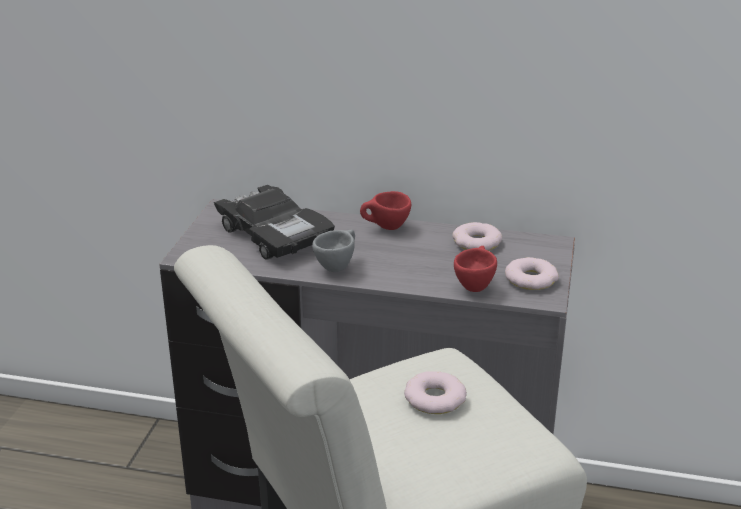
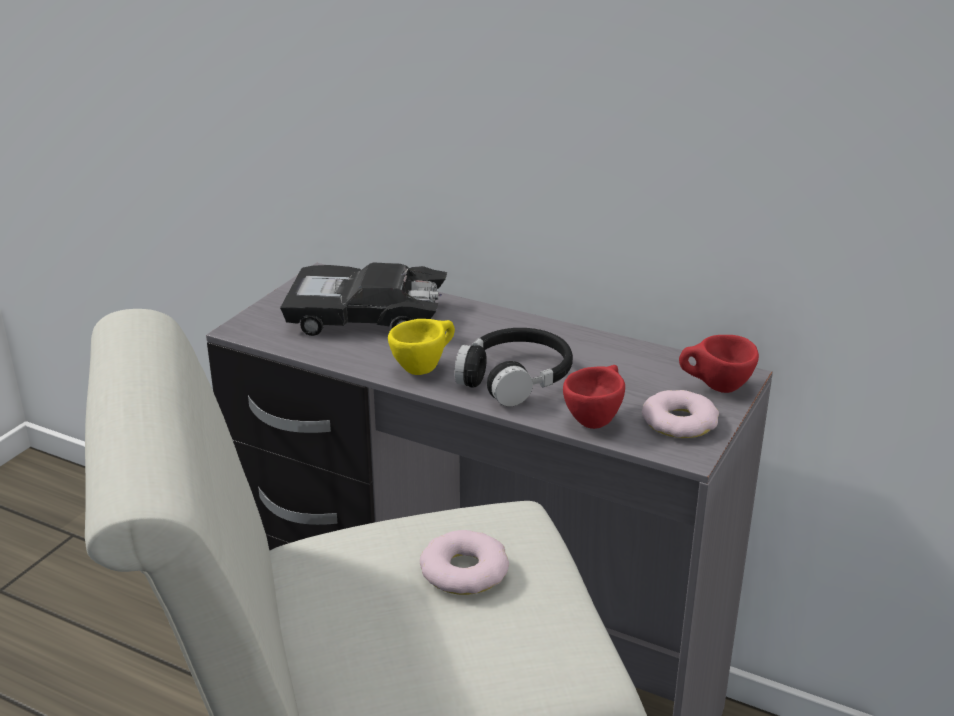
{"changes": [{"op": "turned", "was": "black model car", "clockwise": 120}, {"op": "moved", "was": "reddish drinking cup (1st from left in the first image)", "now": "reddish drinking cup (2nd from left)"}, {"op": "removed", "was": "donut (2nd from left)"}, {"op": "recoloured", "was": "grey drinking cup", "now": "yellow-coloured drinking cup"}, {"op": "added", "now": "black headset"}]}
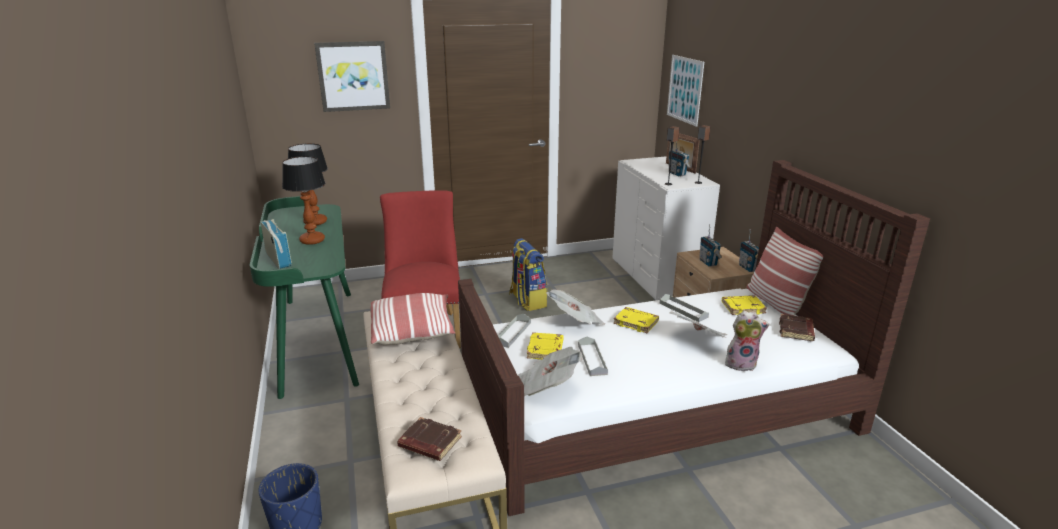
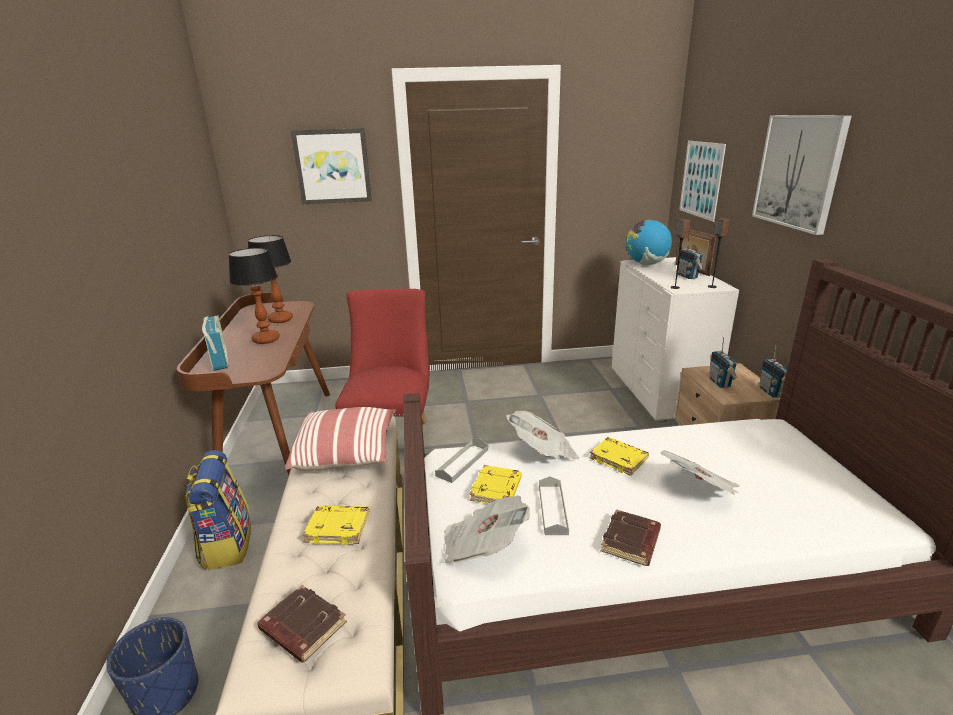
{"changes": [{"op": "recoloured", "was": "green desk", "now": "brown desk"}, {"op": "removed", "was": "throw pillow (2nd from left)"}, {"op": "moved", "was": "knapsack"}, {"op": "removed", "was": "grey tray (3rd from left)"}, {"op": "moved", "was": "yellow-coloured volume (3rd from left in the first image)", "now": "yellow-coloured volume (1st from left)"}, {"op": "removed", "was": "plush toy"}, {"op": "moved", "was": "brown volume (2nd from left)"}, {"op": "added", "now": "wall art (3rd from left)"}, {"op": "added", "now": "globe"}]}
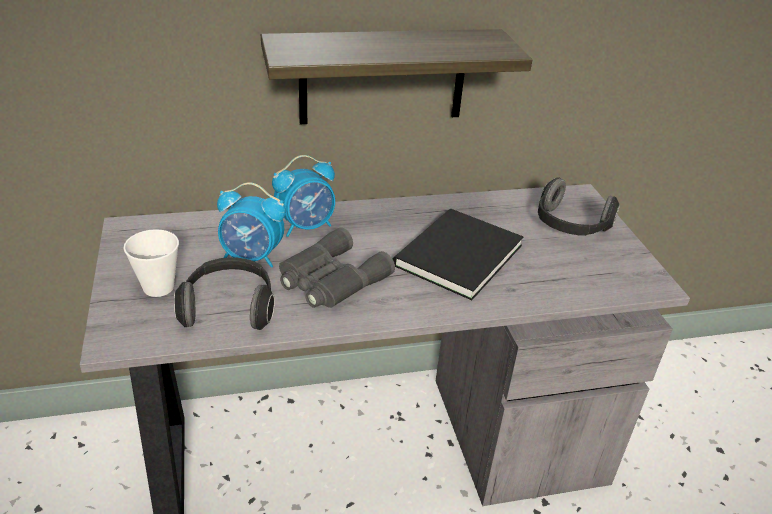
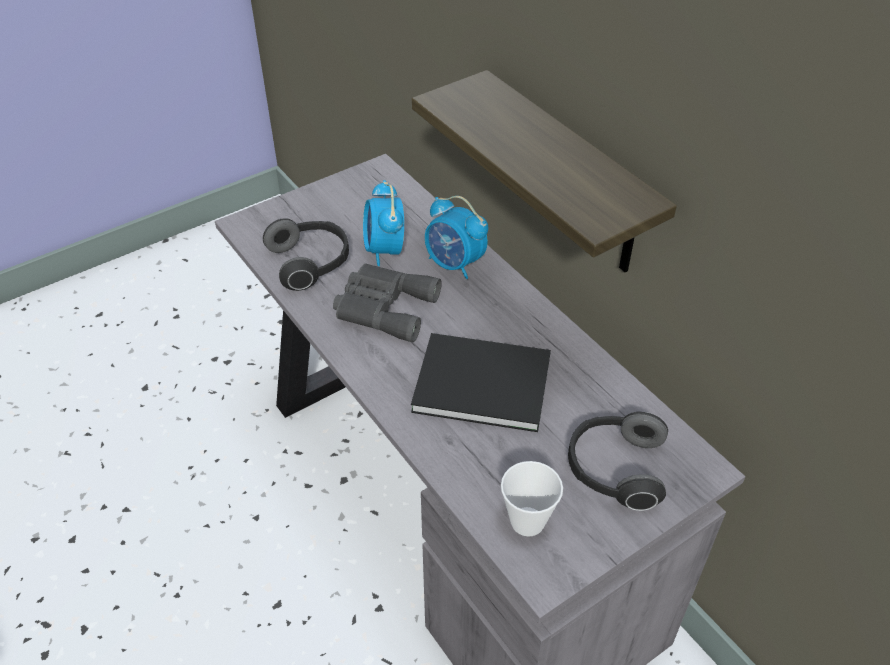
{"changes": [{"op": "moved", "was": "drinking cup"}]}
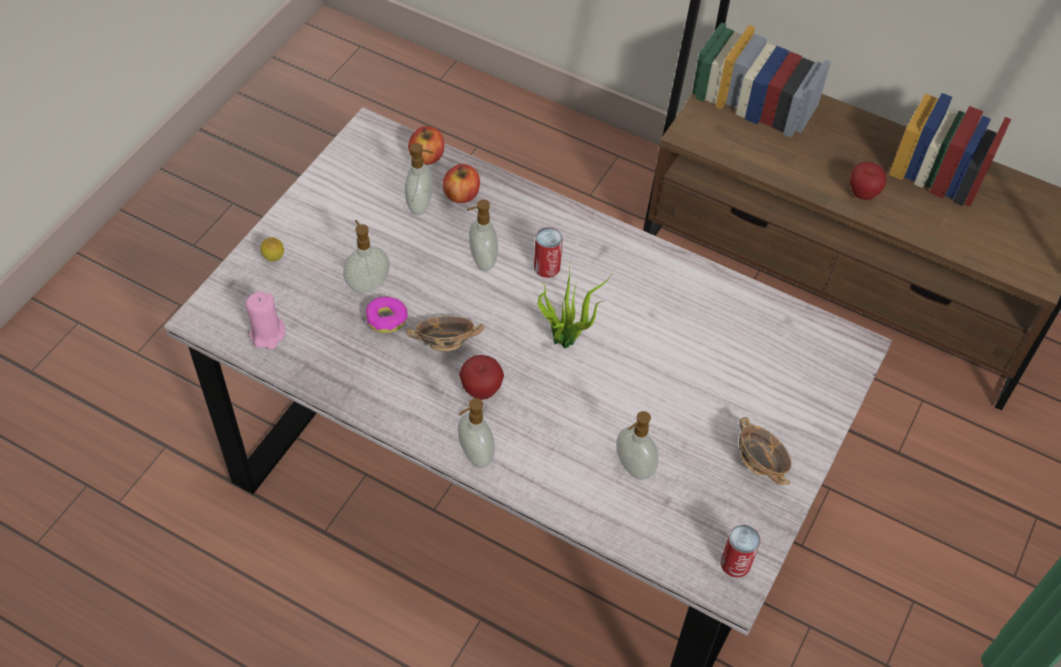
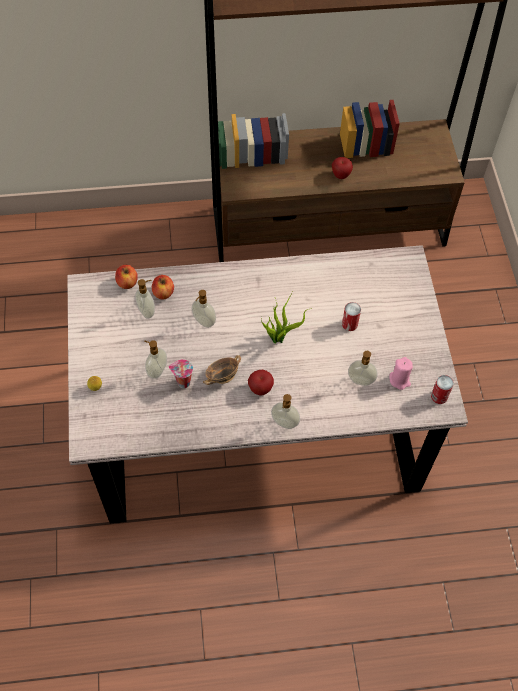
{"changes": [{"op": "moved", "was": "metal can (1st from left)"}, {"op": "moved", "was": "pink wax light"}, {"op": "replaced", "was": "donut", "now": "drinking cup"}, {"op": "removed", "was": "bowl (2nd from left)"}]}
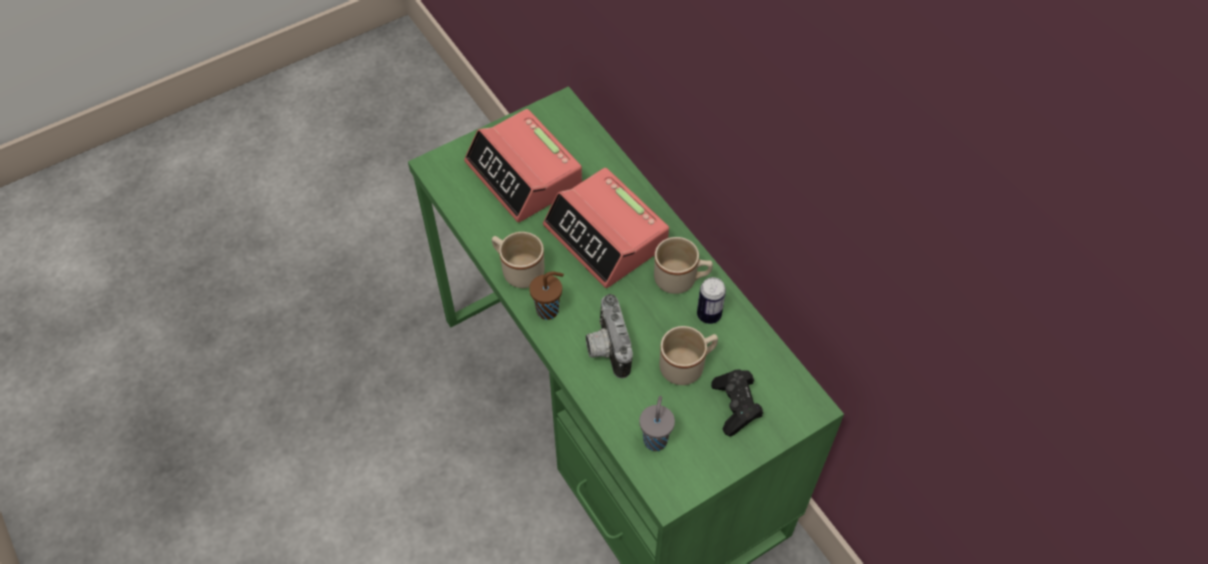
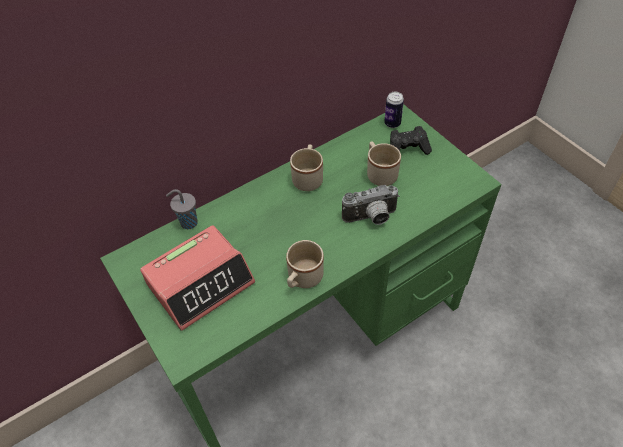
{"changes": [{"op": "removed", "was": "alarm clock (2nd from left)"}, {"op": "removed", "was": "brown drinking cup"}, {"op": "moved", "was": "metal can"}, {"op": "moved", "was": "grey drinking cup"}]}
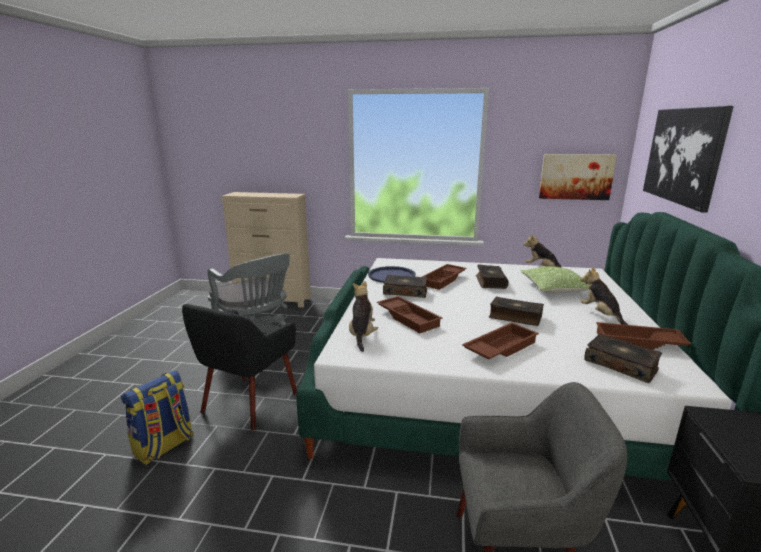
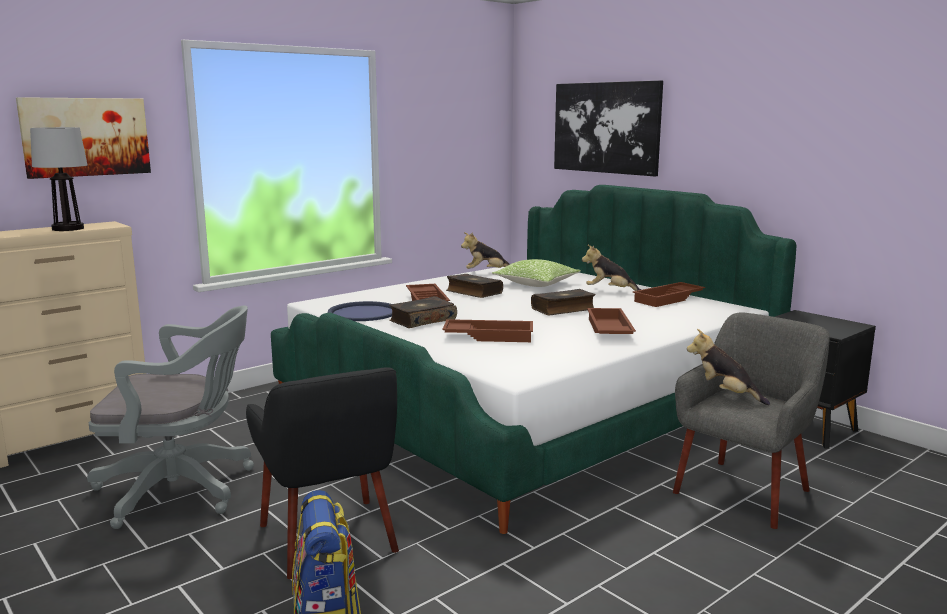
{"changes": [{"op": "moved", "was": "wall art (1st from left)"}, {"op": "moved", "was": "plush toy (1st from left in the first image)", "now": "plush toy (3rd from left)"}, {"op": "removed", "was": "volume (4th from left)"}, {"op": "added", "now": "table lamp"}]}
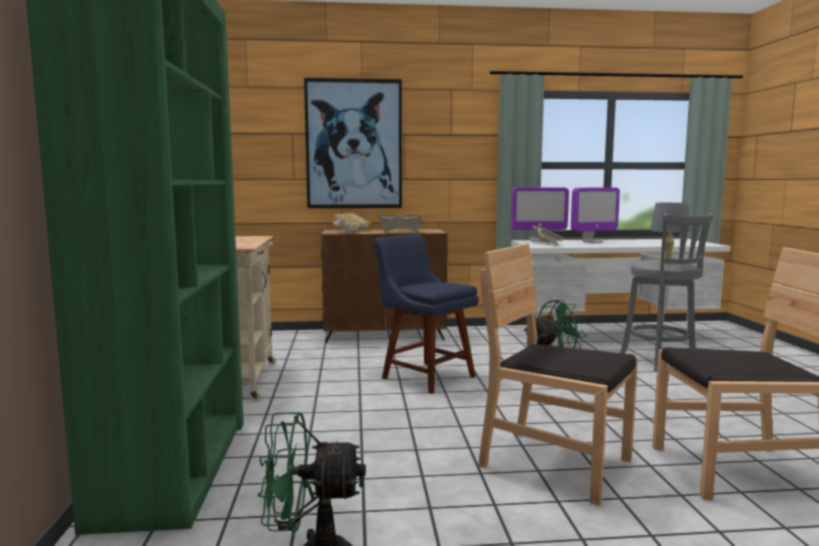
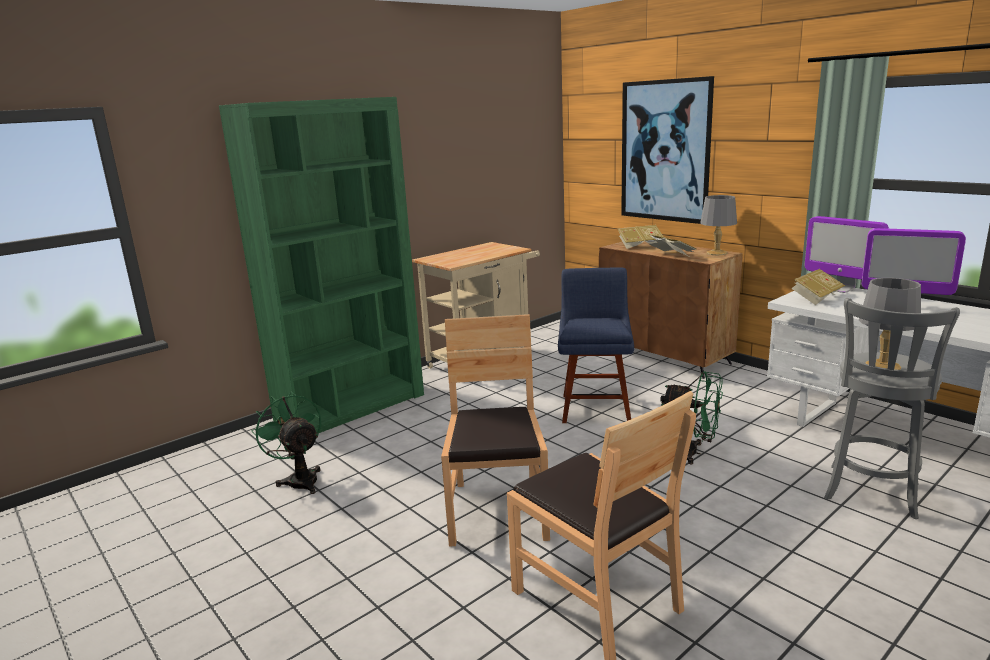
{"changes": [{"op": "added", "now": "grey table lamp (1st from left)"}]}
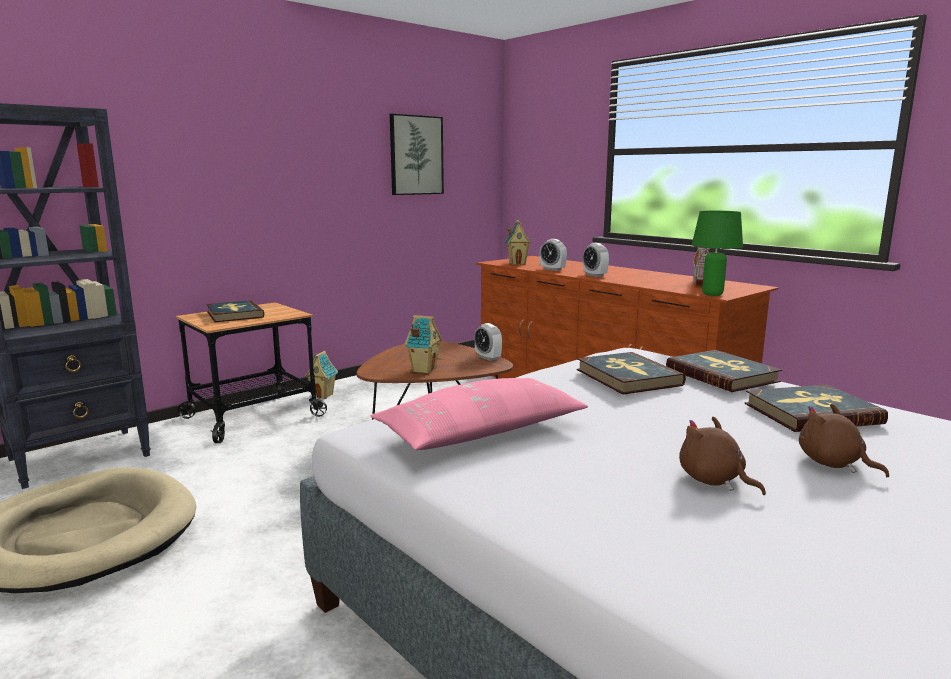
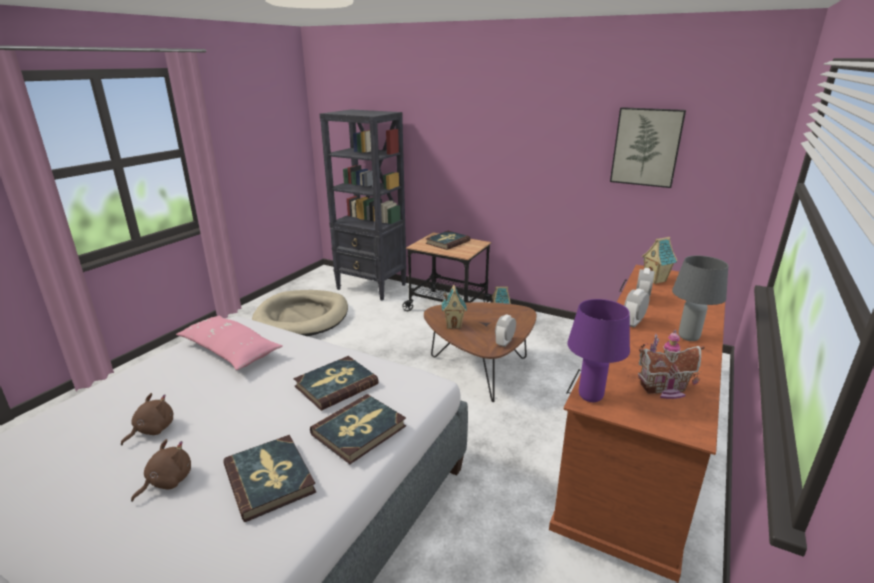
{"changes": [{"op": "recoloured", "was": "green table lamp", "now": "purplish table lamp"}, {"op": "added", "now": "grey table lamp"}]}
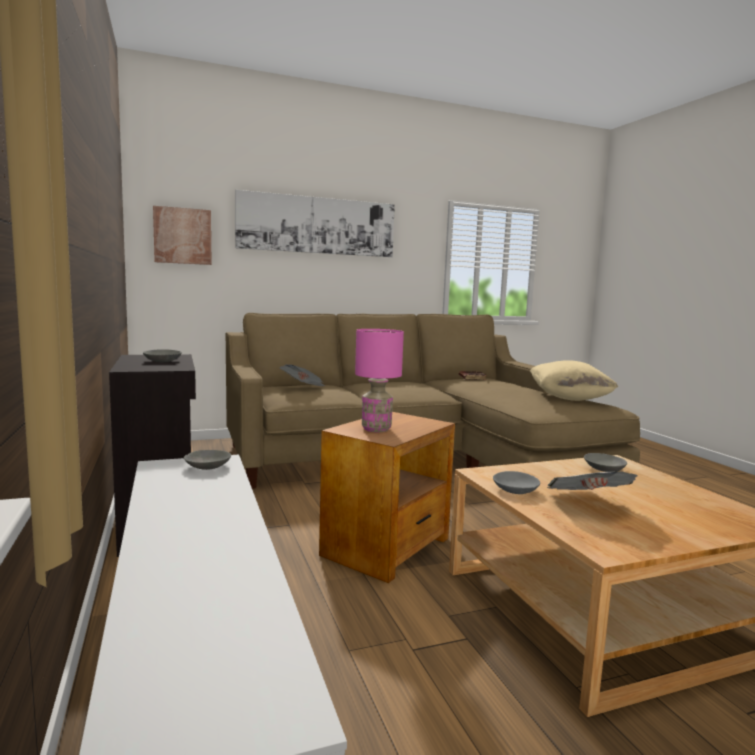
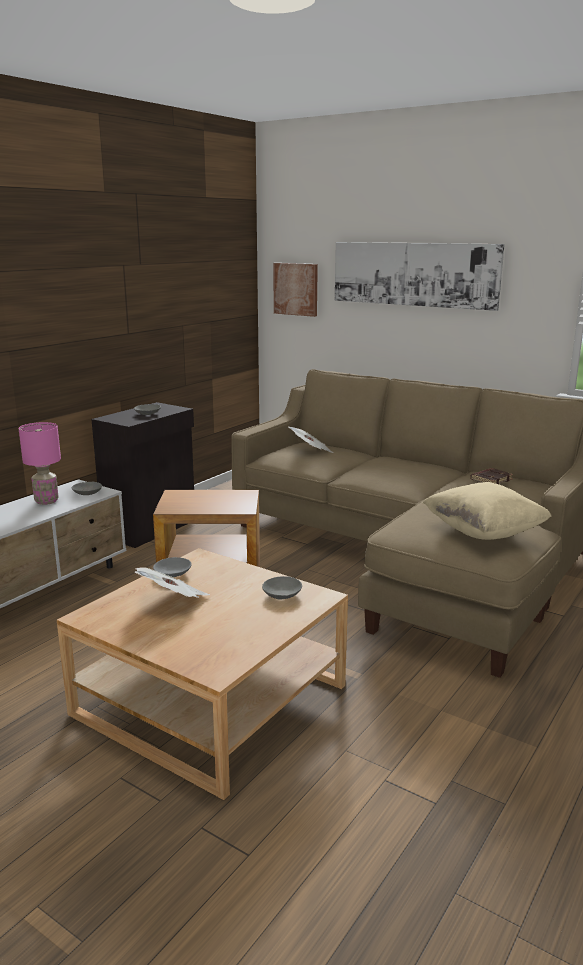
{"changes": [{"op": "moved", "was": "pink table lamp"}]}
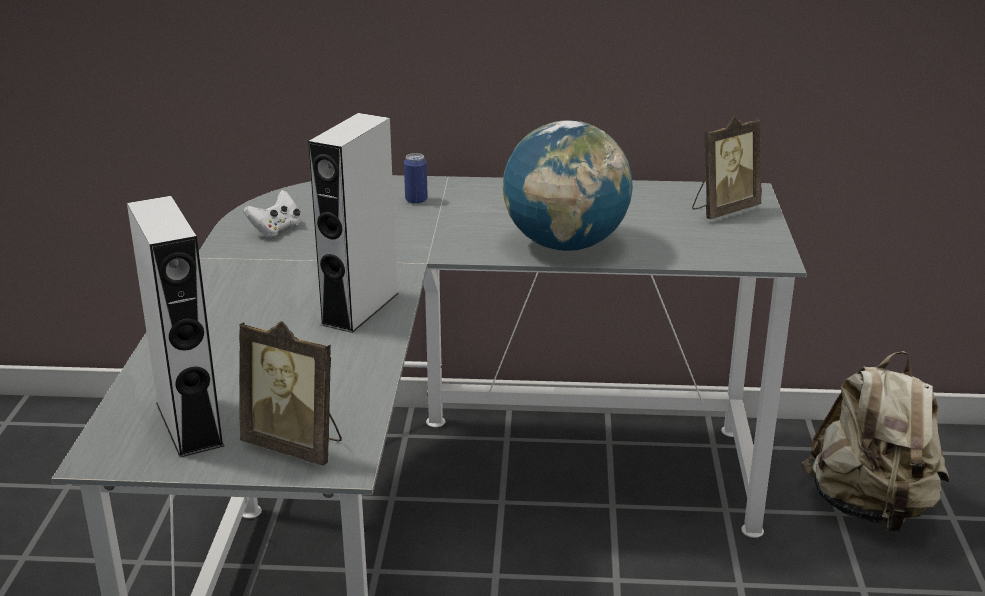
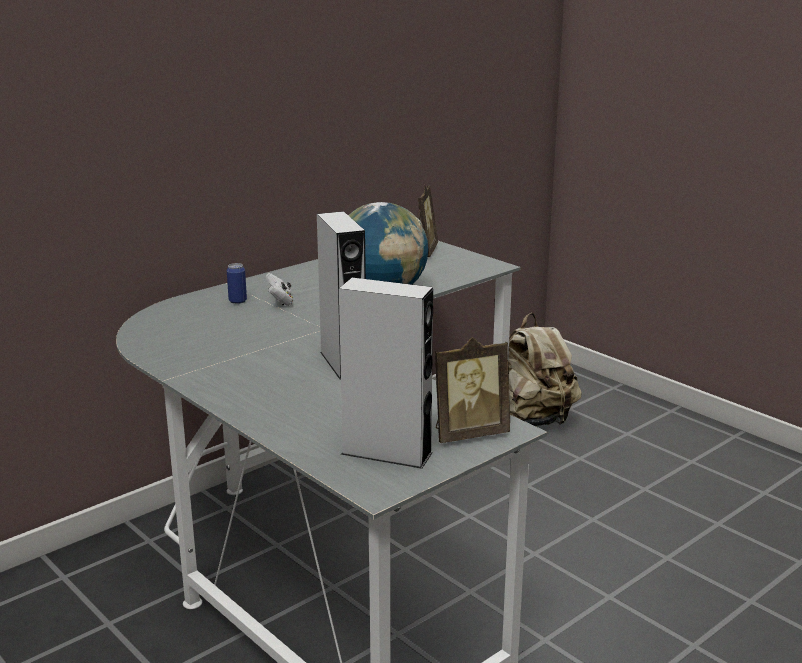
{"changes": [{"op": "moved", "was": "white joypad"}]}
